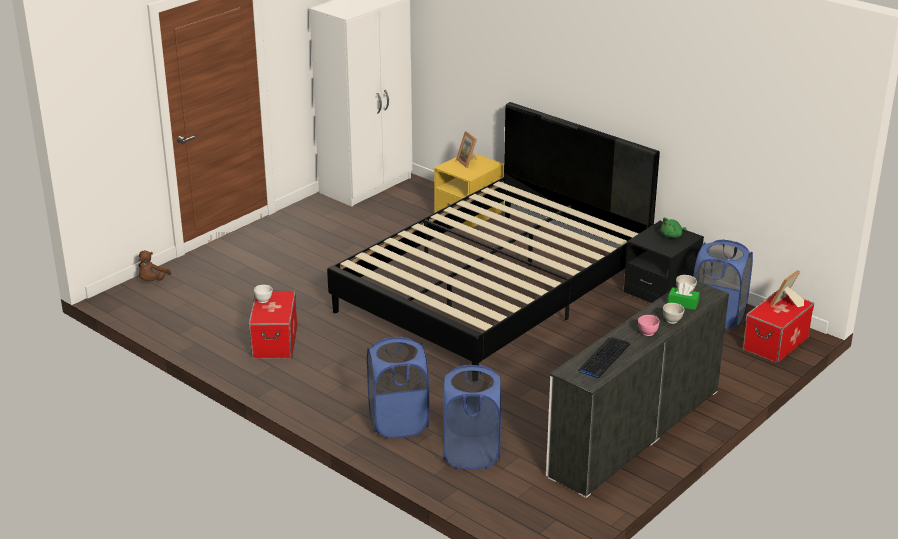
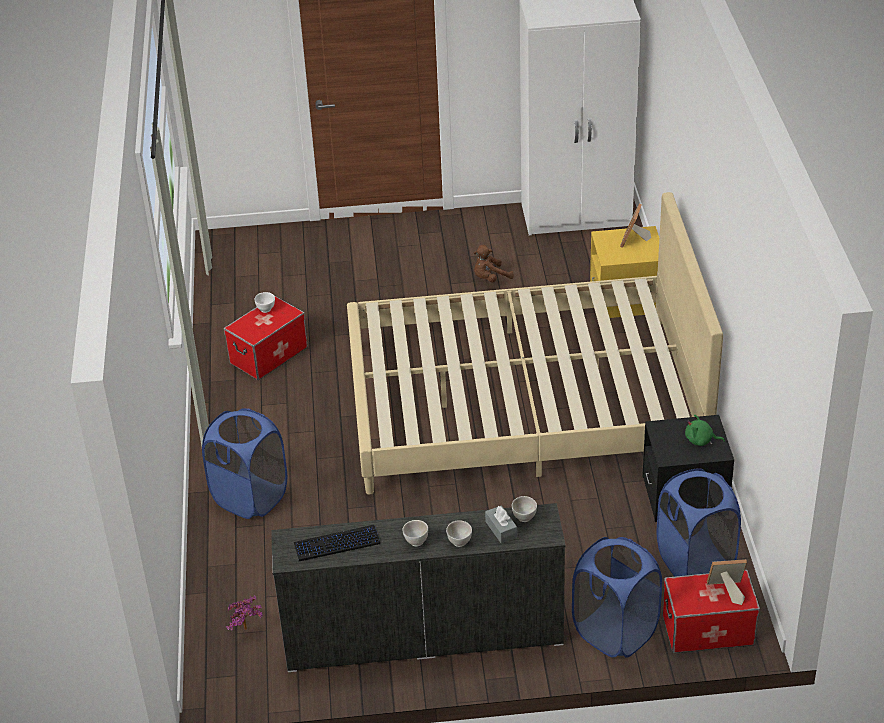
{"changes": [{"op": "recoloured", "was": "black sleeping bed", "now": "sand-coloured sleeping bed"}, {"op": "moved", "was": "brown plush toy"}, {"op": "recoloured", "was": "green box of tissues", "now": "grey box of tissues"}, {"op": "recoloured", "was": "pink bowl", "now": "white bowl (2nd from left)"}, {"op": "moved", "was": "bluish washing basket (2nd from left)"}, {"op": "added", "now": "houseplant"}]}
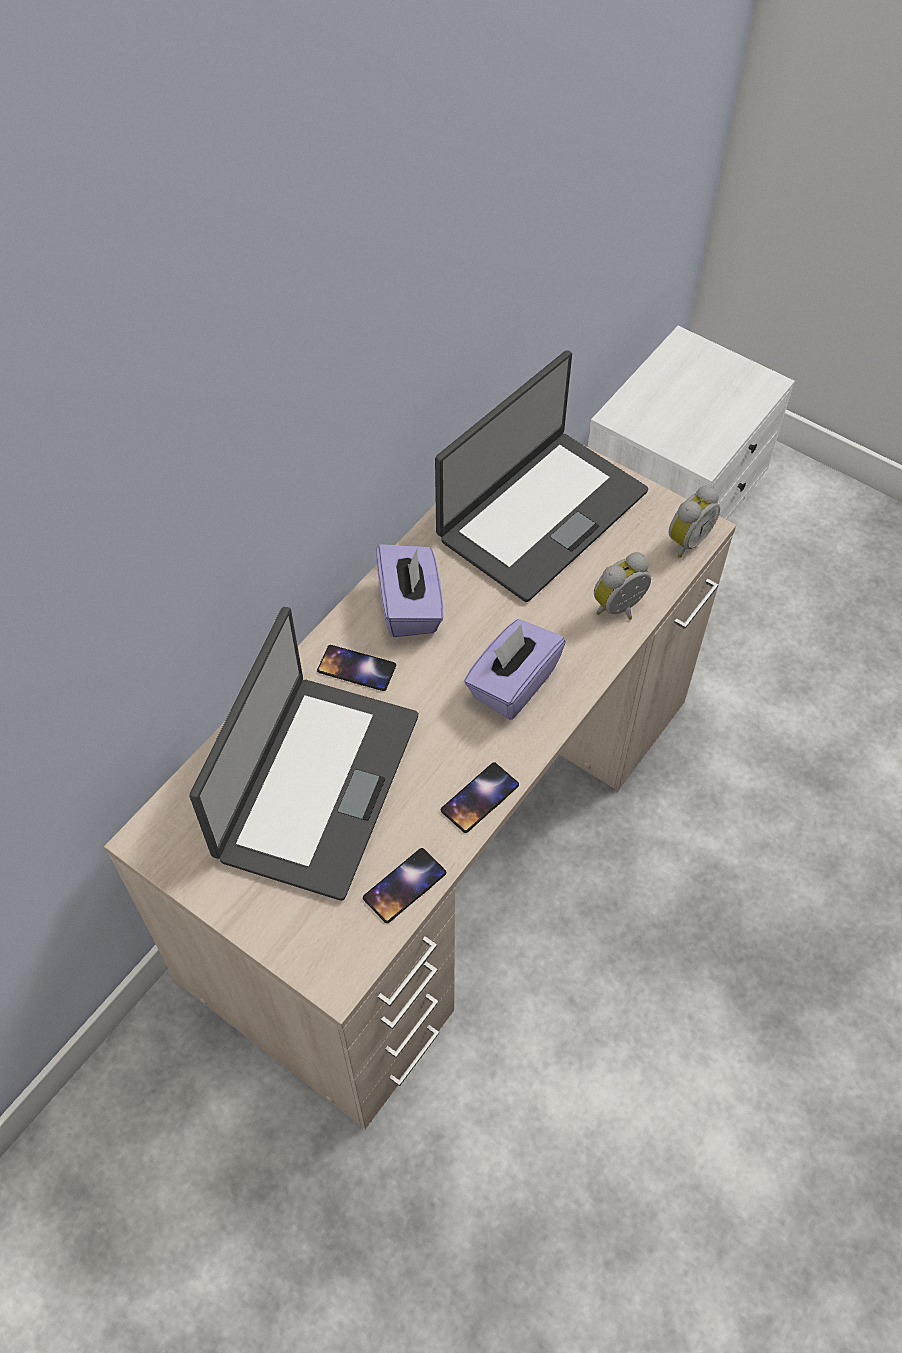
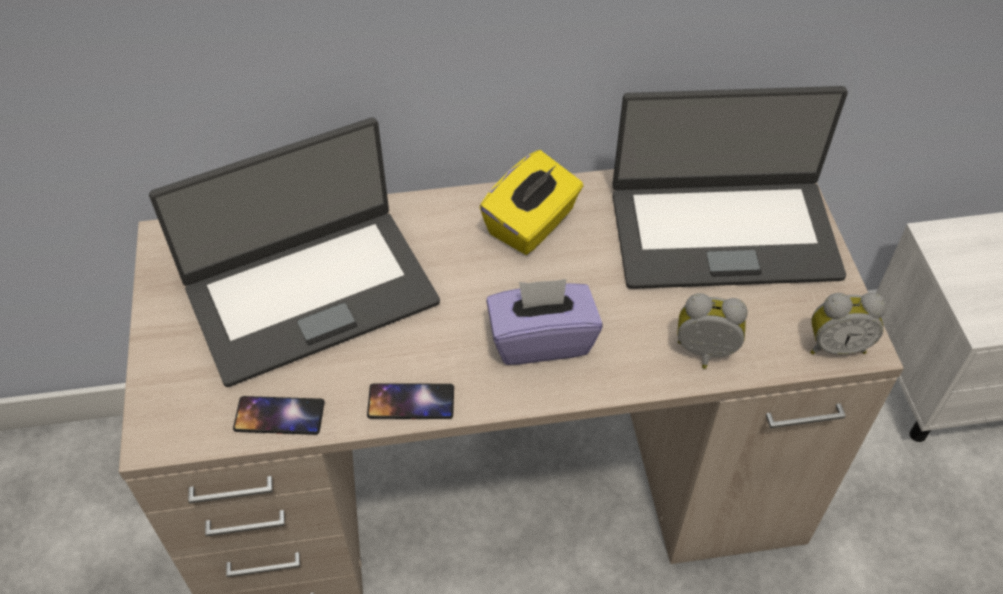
{"changes": [{"op": "recoloured", "was": "purplish box of tissues (1st from left)", "now": "yellow-coloured box of tissues"}, {"op": "removed", "was": "phone (1st from left)"}]}
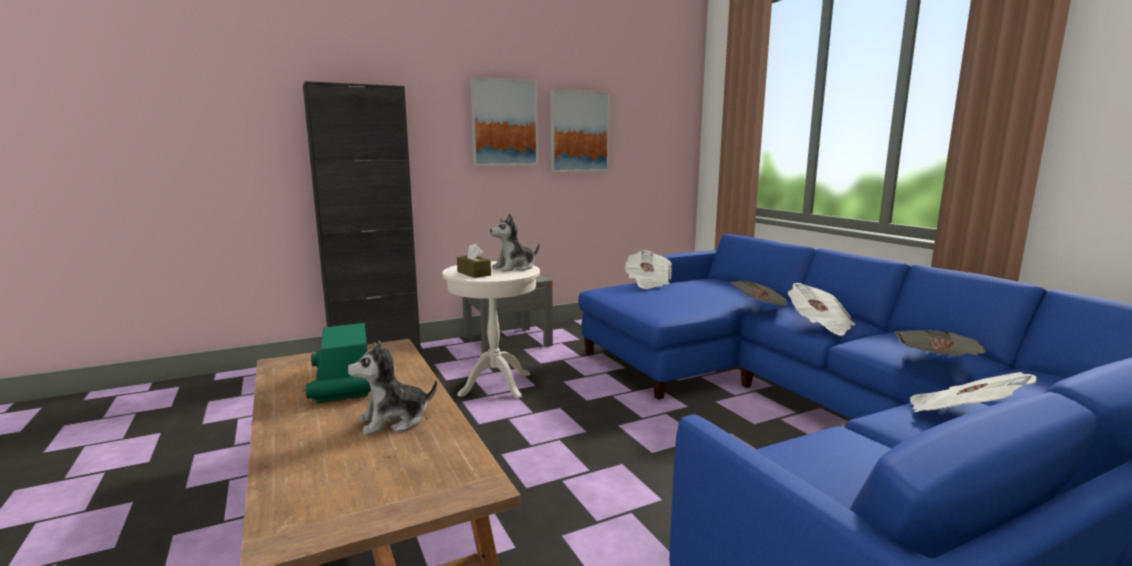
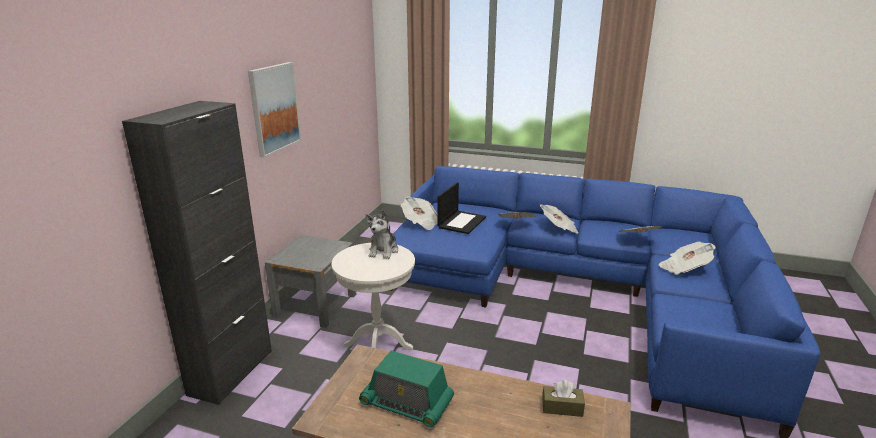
{"changes": [{"op": "removed", "was": "wall art (2nd from left)"}, {"op": "moved", "was": "brown box of tissues"}, {"op": "removed", "was": "plush toy (1st from left)"}, {"op": "added", "now": "portable computer"}]}
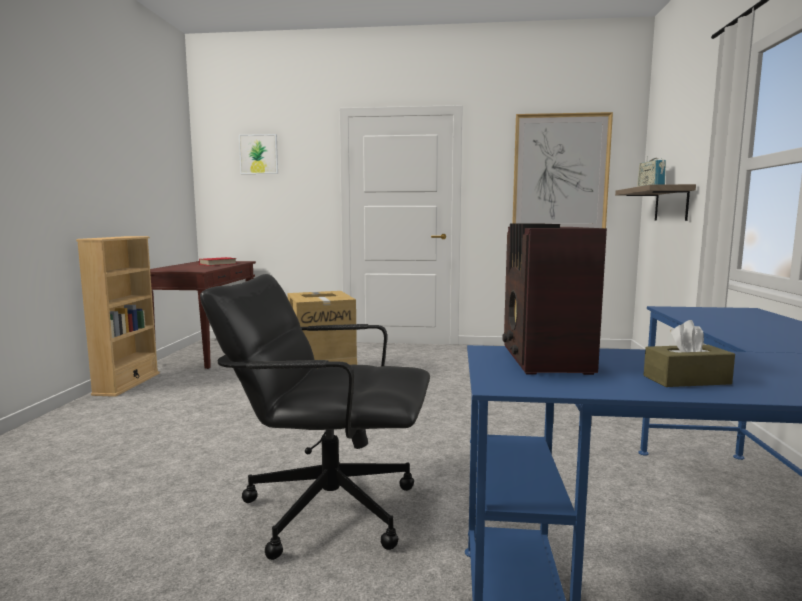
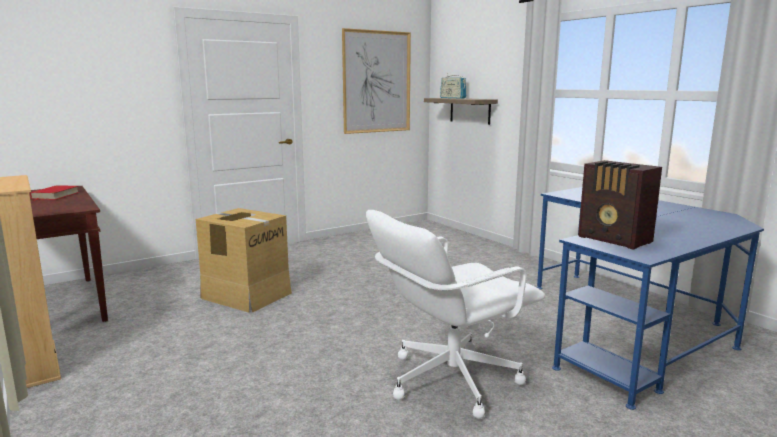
{"changes": [{"op": "removed", "was": "wall art (1st from left)"}, {"op": "recoloured", "was": "black computer chair", "now": "white computer chair"}, {"op": "removed", "was": "brown box of tissues"}]}
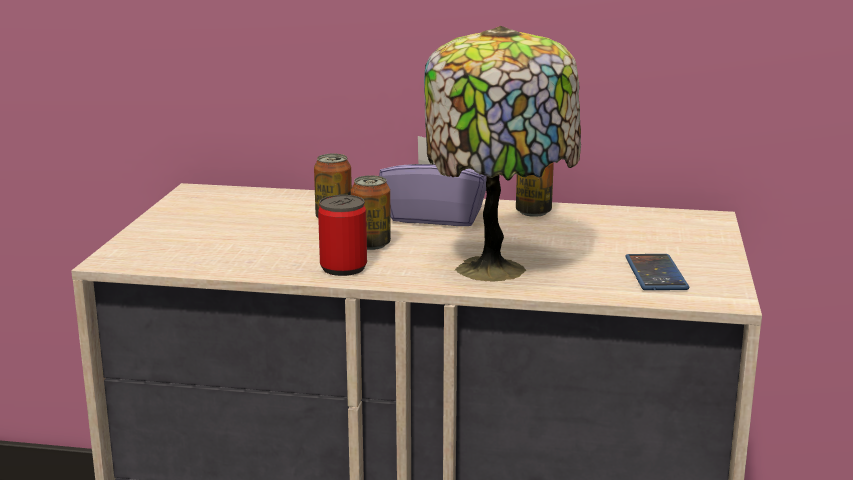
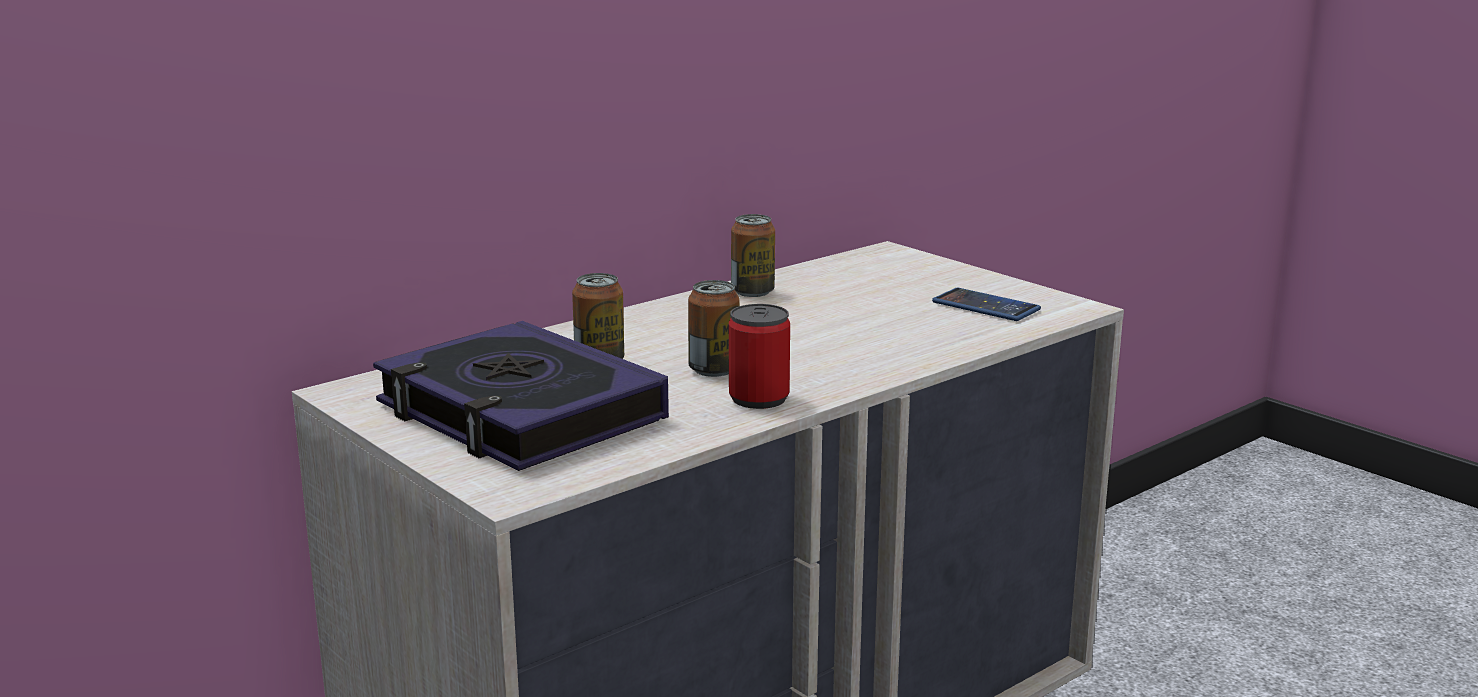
{"changes": [{"op": "removed", "was": "table lamp"}, {"op": "removed", "was": "purplish box of tissues"}, {"op": "added", "now": "volume"}]}
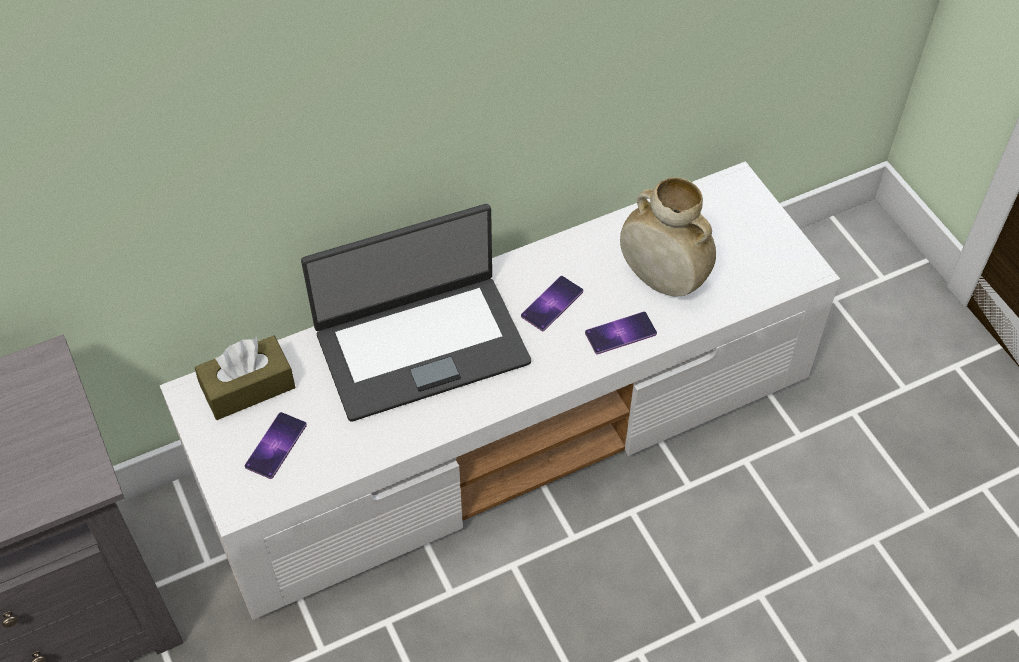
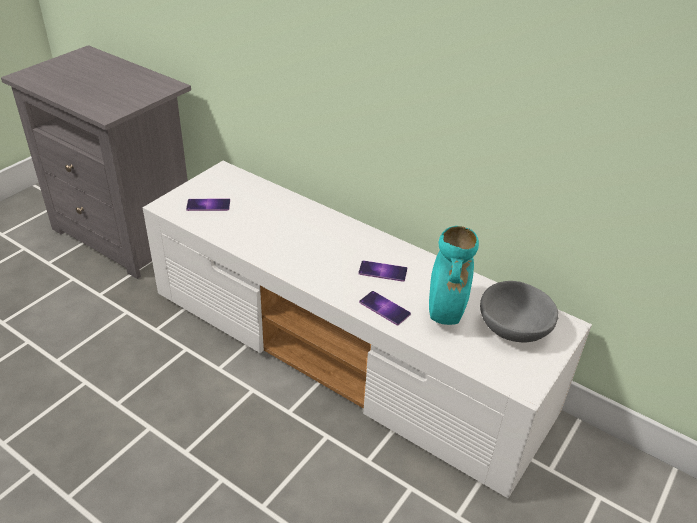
{"changes": [{"op": "recoloured", "was": "sand-coloured flower vase", "now": "turquoise flower vase"}, {"op": "removed", "was": "portable computer"}, {"op": "removed", "was": "brown box of tissues"}, {"op": "added", "now": "grey bowl"}]}
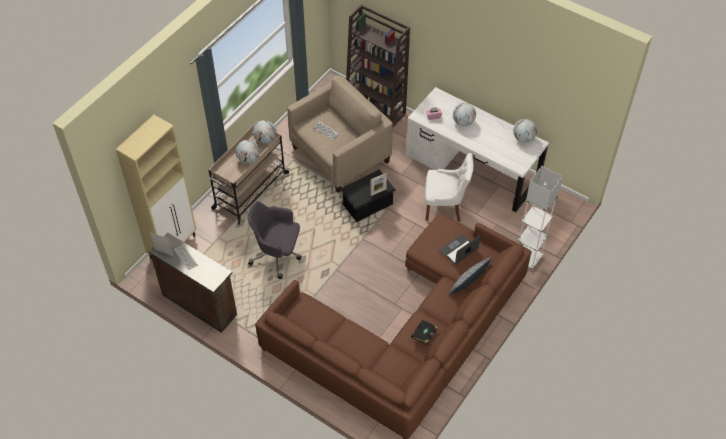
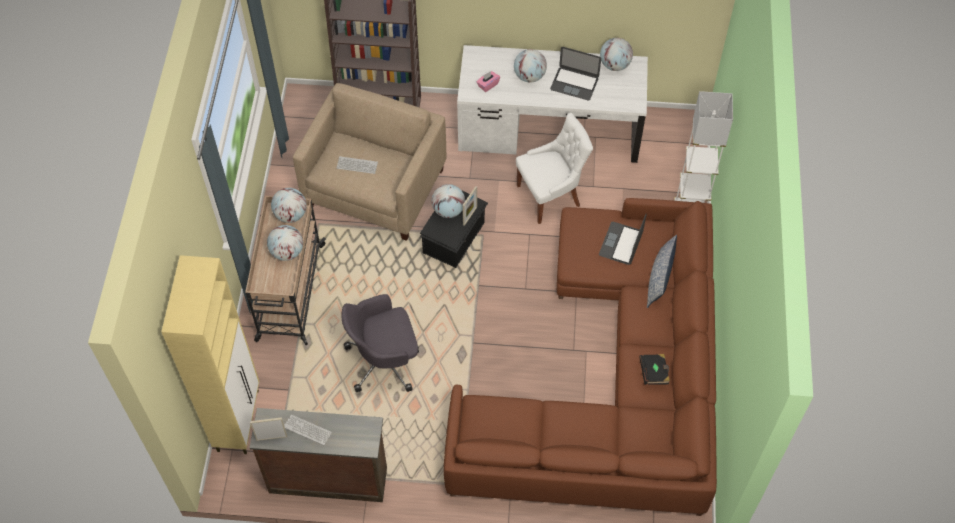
{"changes": [{"op": "added", "now": "portable computer (1st from left)"}, {"op": "added", "now": "globe (3rd from left)"}]}
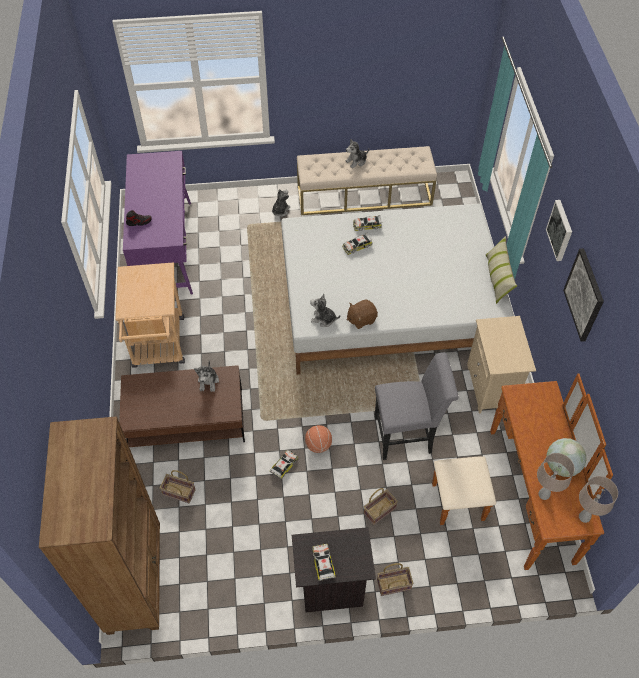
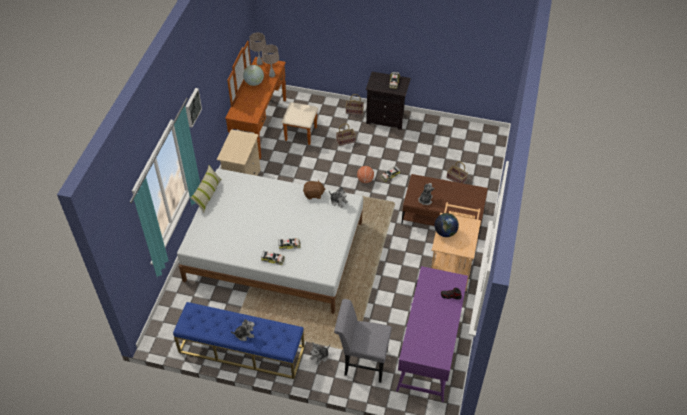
{"changes": [{"op": "recoloured", "was": "sand-coloured indoor bench", "now": "bluish indoor bench"}, {"op": "removed", "was": "wall art (2nd from left)"}, {"op": "moved", "was": "grey upright chair"}, {"op": "removed", "was": "brown bookcase"}, {"op": "added", "now": "globe (2nd from left)"}]}
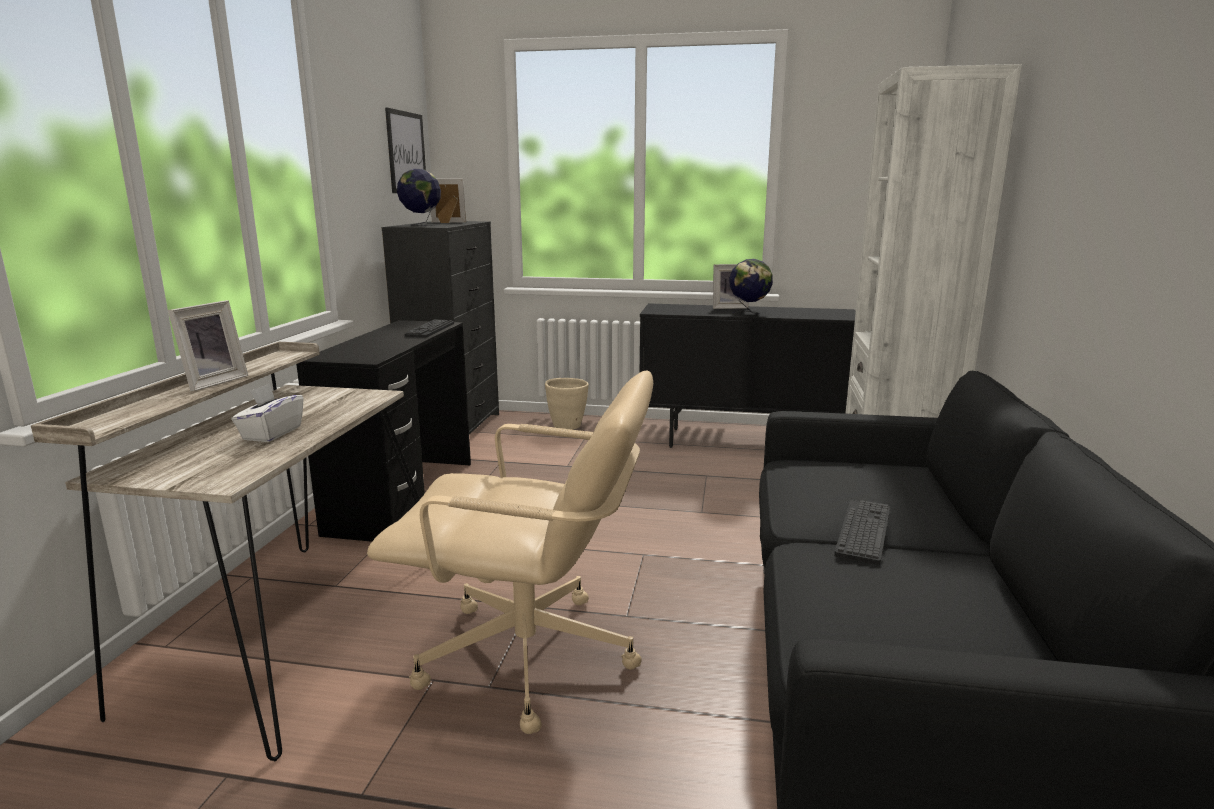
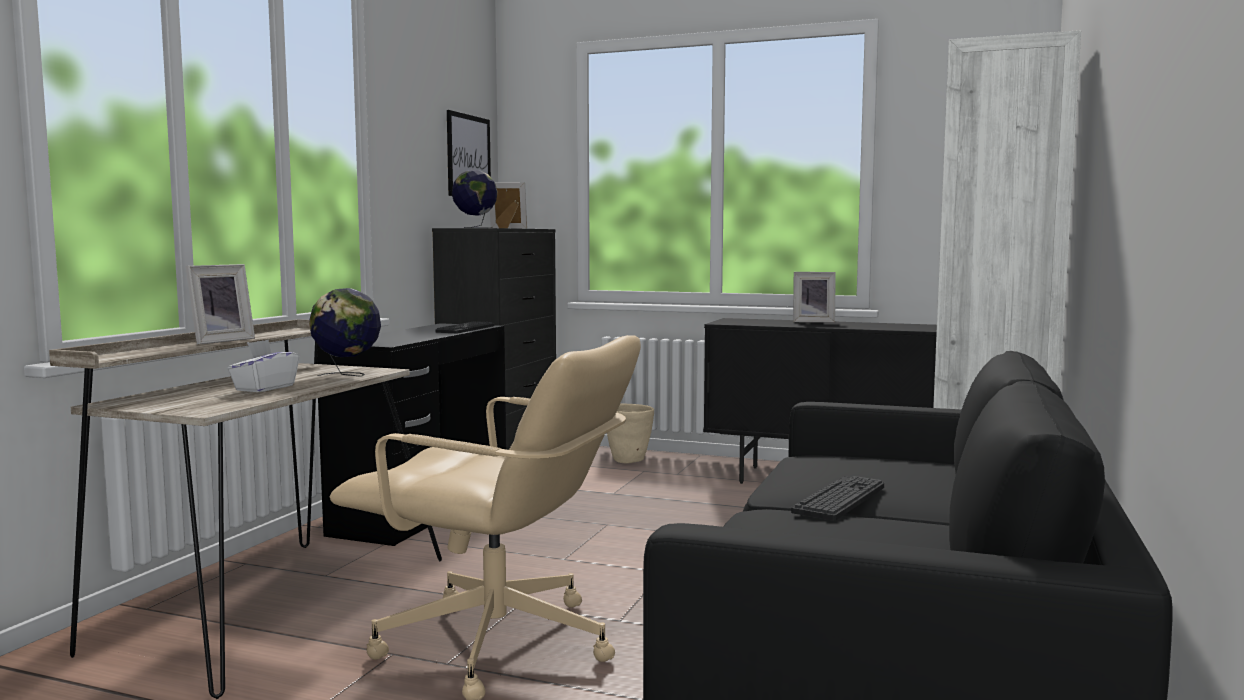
{"changes": [{"op": "moved", "was": "globe (2nd from left in the first image)", "now": "globe (1st from left)"}]}
